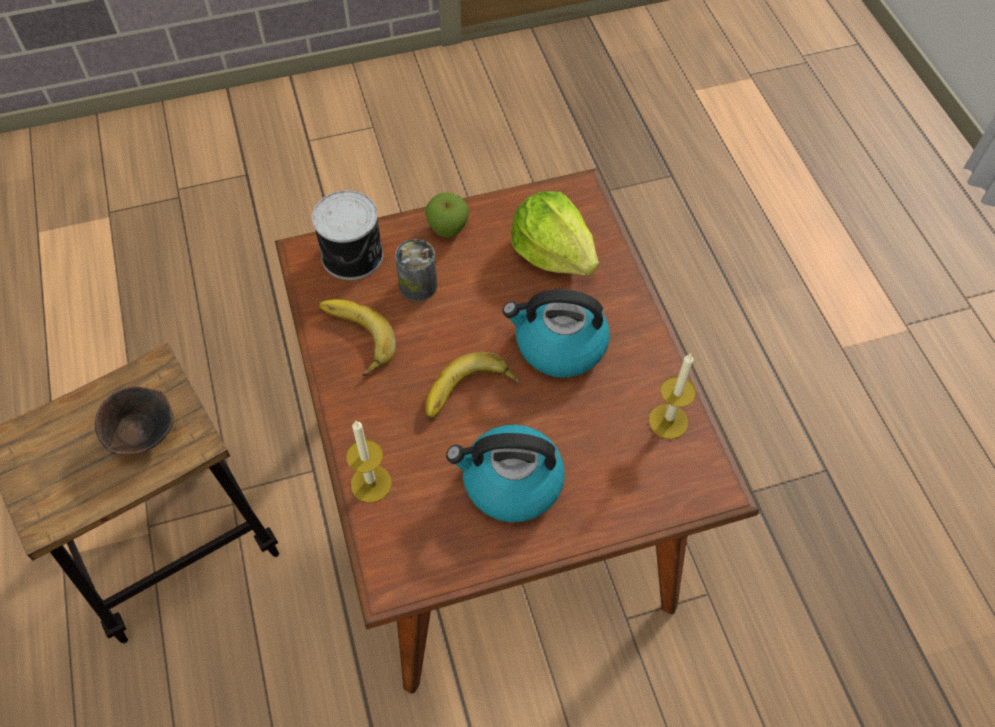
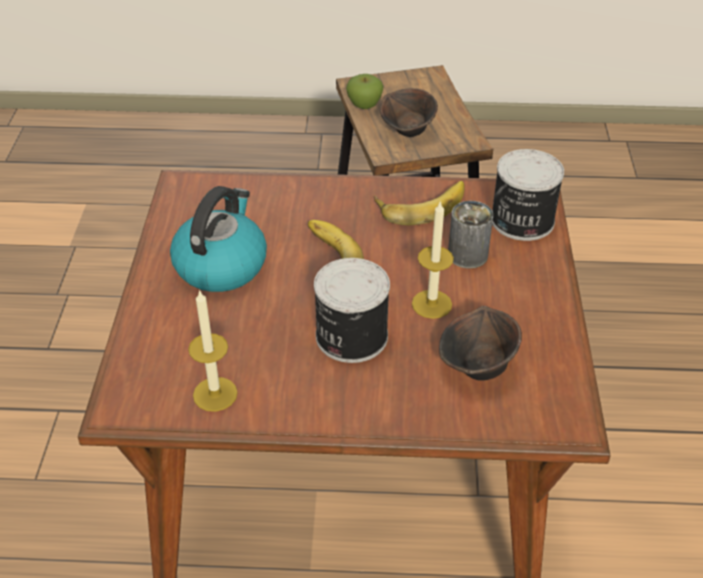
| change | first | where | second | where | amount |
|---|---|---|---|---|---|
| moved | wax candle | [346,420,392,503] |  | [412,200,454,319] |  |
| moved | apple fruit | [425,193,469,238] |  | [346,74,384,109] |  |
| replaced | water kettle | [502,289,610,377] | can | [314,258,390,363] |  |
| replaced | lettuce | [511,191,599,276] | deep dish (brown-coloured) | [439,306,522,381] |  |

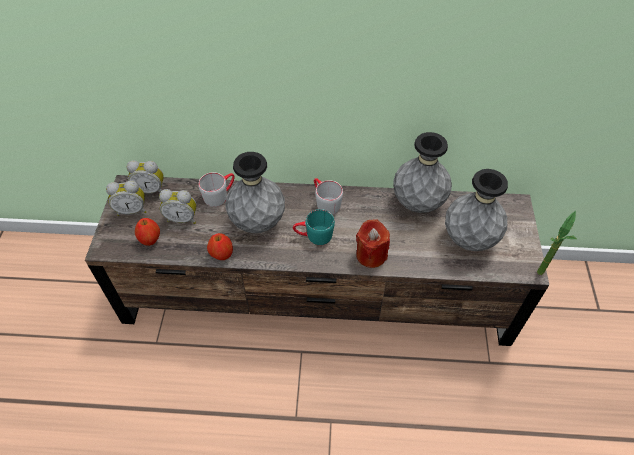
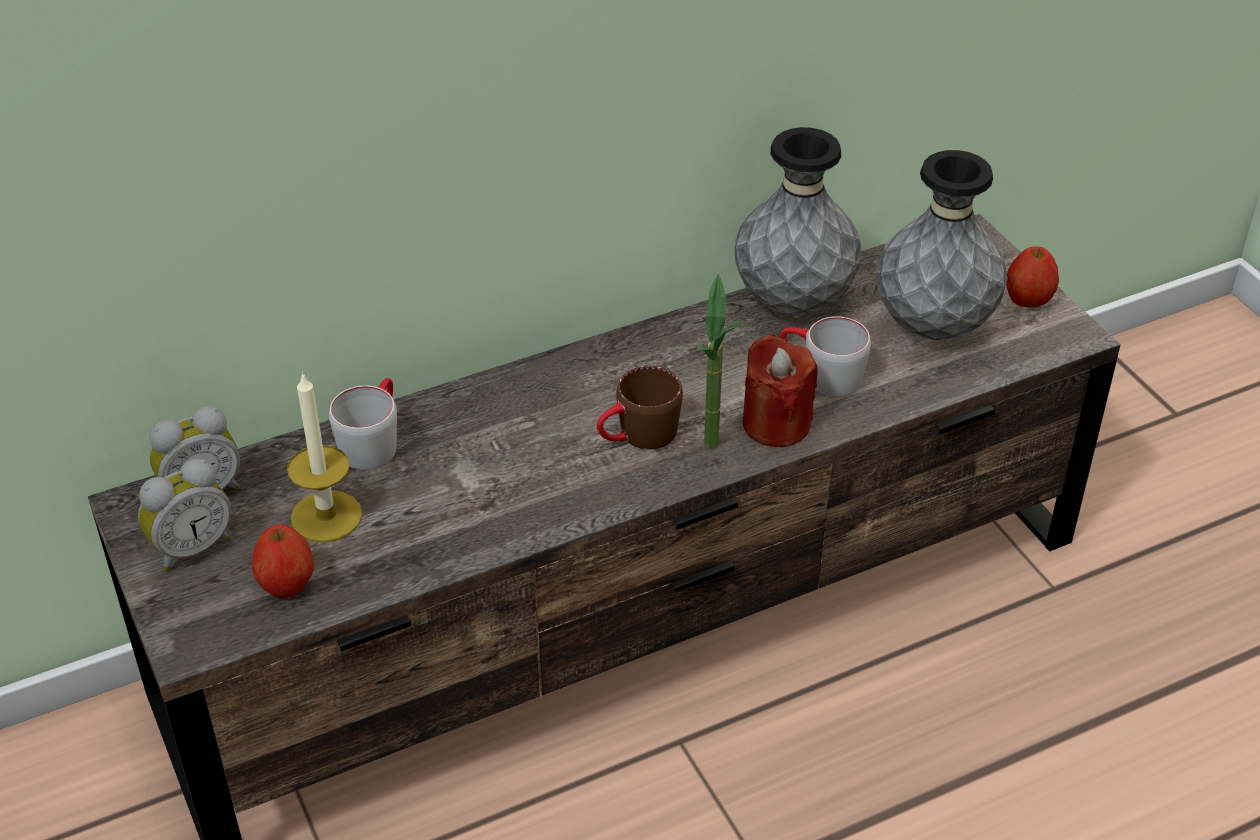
| change | first | where | second | where | amount |
|---|---|---|---|---|---|
| removed | vase (gray) | [225,152,285,233] |  |  |  |
| moved | apple fruit | [207,233,233,260] |  | [1006,246,1059,308] |  |
| moved | mug (gray) | [314,178,343,215] |  | [780,316,871,397] |  |
| moved | plant in a pot | [537,211,577,275] |  | [697,274,744,449] |  |
| replaced | alarm clock | [159,189,196,224] | wax candle | [287,372,362,543] |  |
| recoloured | mug (blue-green) | [293,209,335,245] | mug (brown-coloured) | [597,366,683,449] |  |

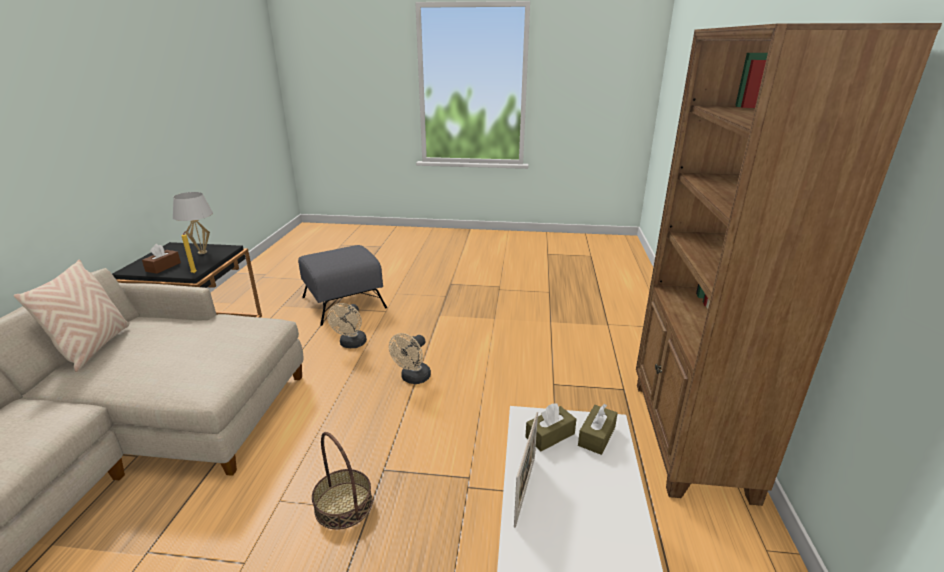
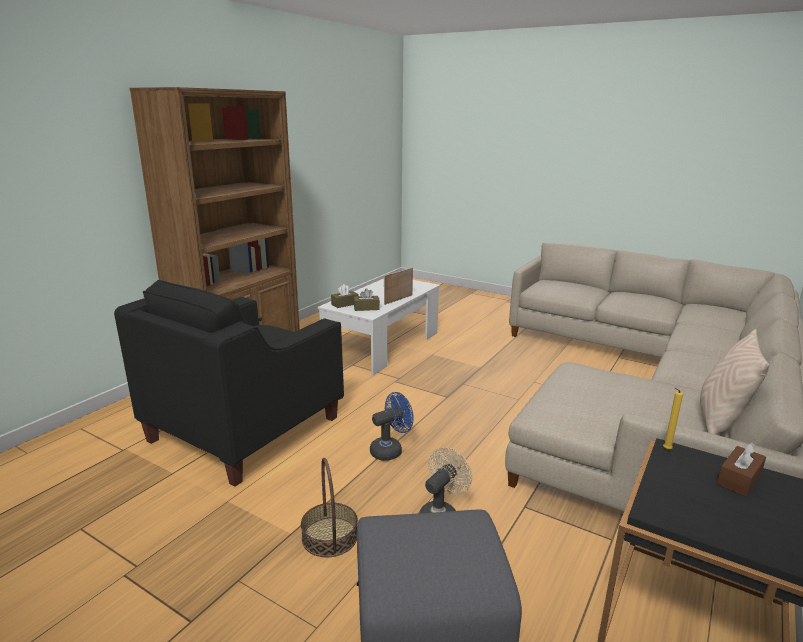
| change | first | where | second | where | amount |
|---|---|---|---|---|---|
| removed | lamp for a table (whitish) | [173,192,213,254] |  |  |  |
| added |  |  | easy chair (black) | [114,280,344,487] |  |
| moved | storage basket | [312,432,373,530] |  | [301,458,358,558] |  |
| recoloured | cooling fan (sand-coloured) | [389,333,431,384] | cooling fan (blue) | [370,392,414,461] |  |

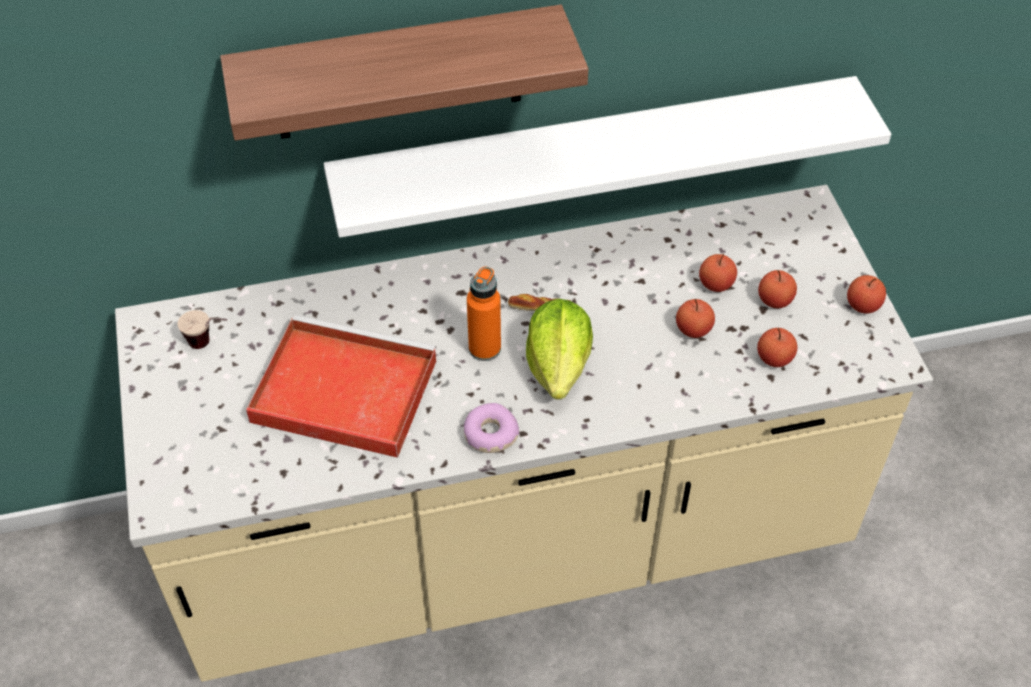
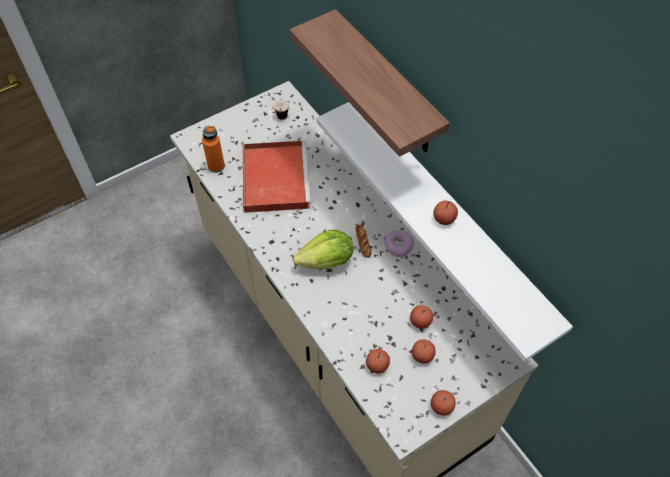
| change | first | where | second | where | amount |
|---|---|---|---|---|---|
| moved | ring doughnut | [464,403,519,453] |  | [384,230,414,257] |  |
| moved | bottle (orangey) | [467,267,501,361] |  | [202,126,225,173] |  |
| moved | apple fruit | [676,299,715,338] |  | [433,201,458,225] |  |

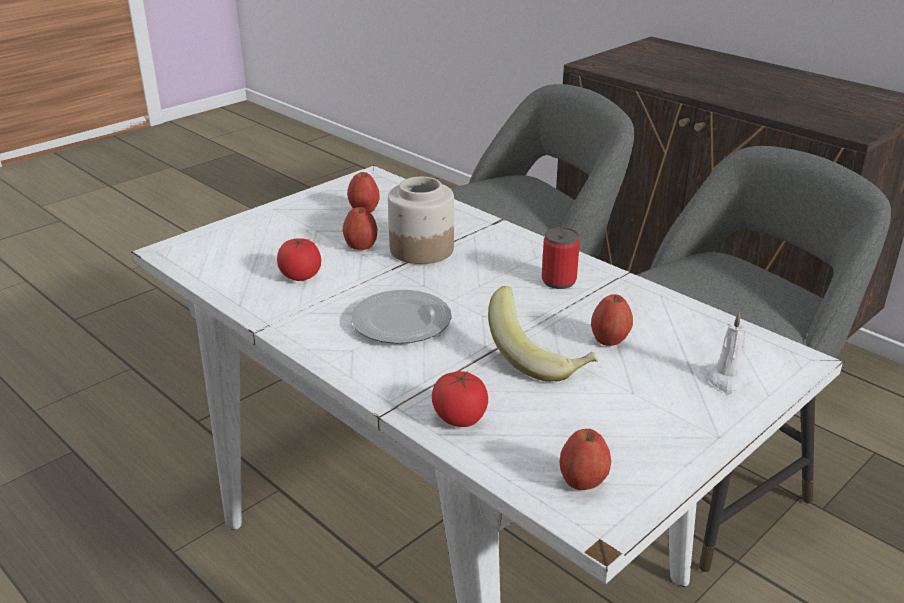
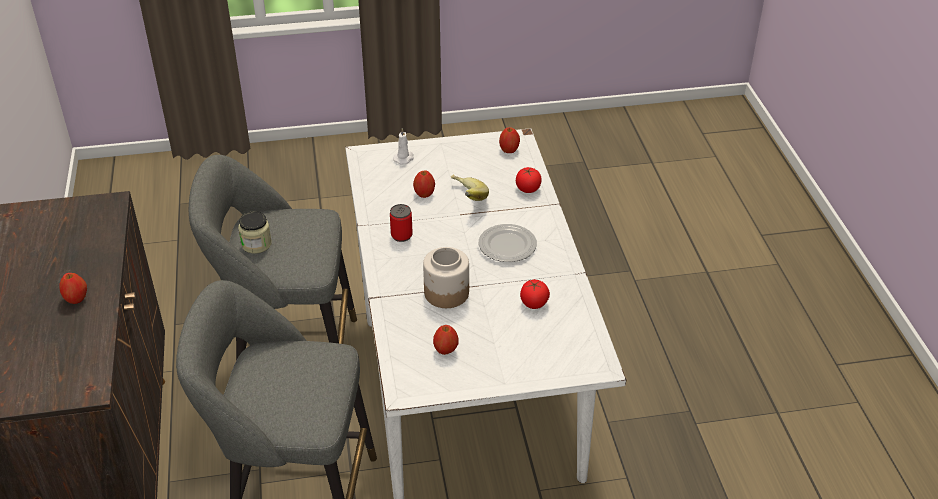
| change | first | where | second | where | amount |
|---|---|---|---|---|---|
| added |  |  | preserve jar | [238,211,272,254] |  |
| moved | apple fruit | [343,207,377,250] |  | [59,273,87,304] |  |

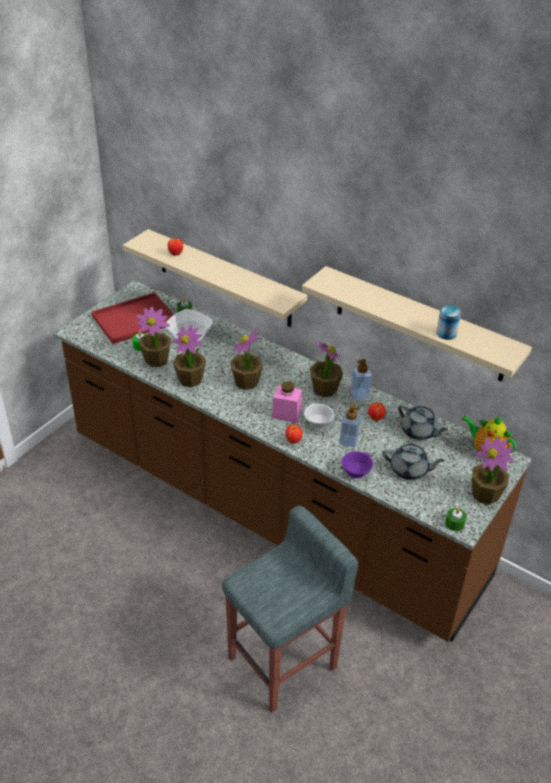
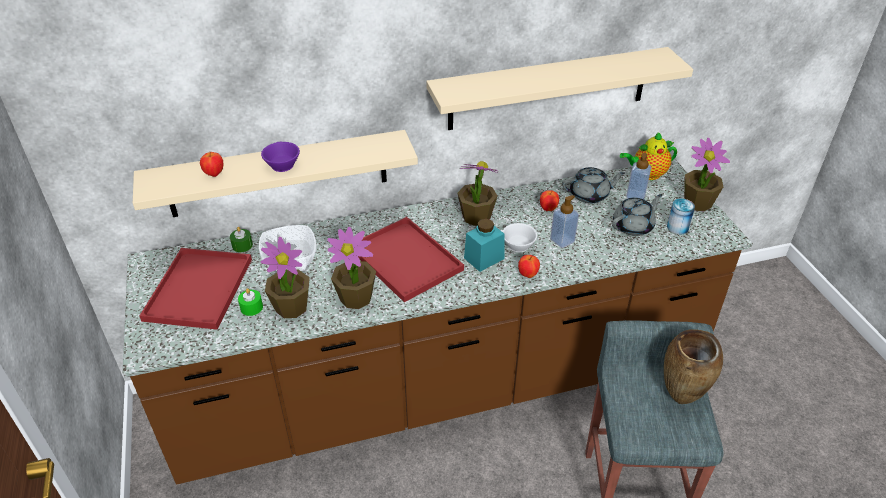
| change | first | where | second | where | amount |
|---|---|---|---|---|---|
| removed | wax candle (green) | [445,508,467,531] |  |  |  |
| added |  |  | vase (brown-coloured) | [664,329,723,404] |  |
| moved | small cup (purplish) | [341,451,373,479] |  | [261,141,300,172] |  |
| moved | soap dispenser | [351,359,372,400] |  | [626,153,651,199] |  |
| moved | can | [436,305,461,340] |  | [667,199,695,234] |  |
| replaced | plant in a pot | [230,330,263,390] | serving tray (red) | [358,217,464,302] |  |
| recoloured | preserve jar (pink) | [272,382,302,423] | preserve jar (blue-green) | [464,219,505,272] |  |

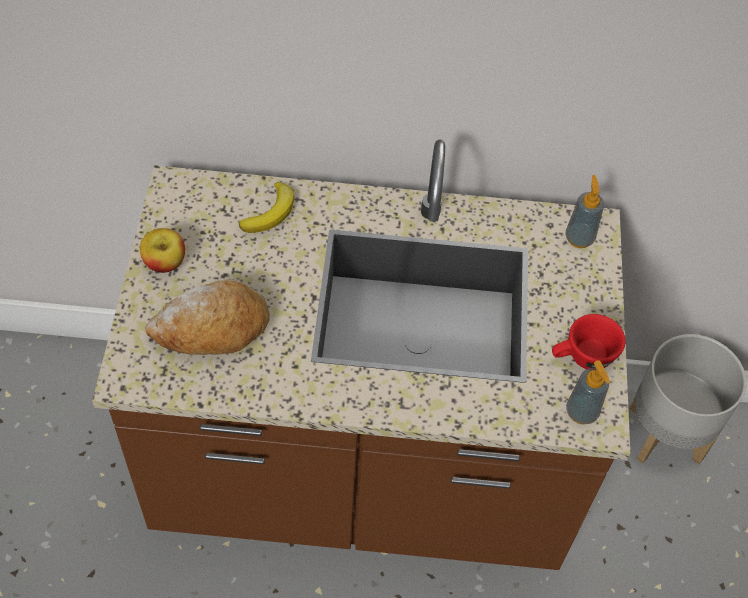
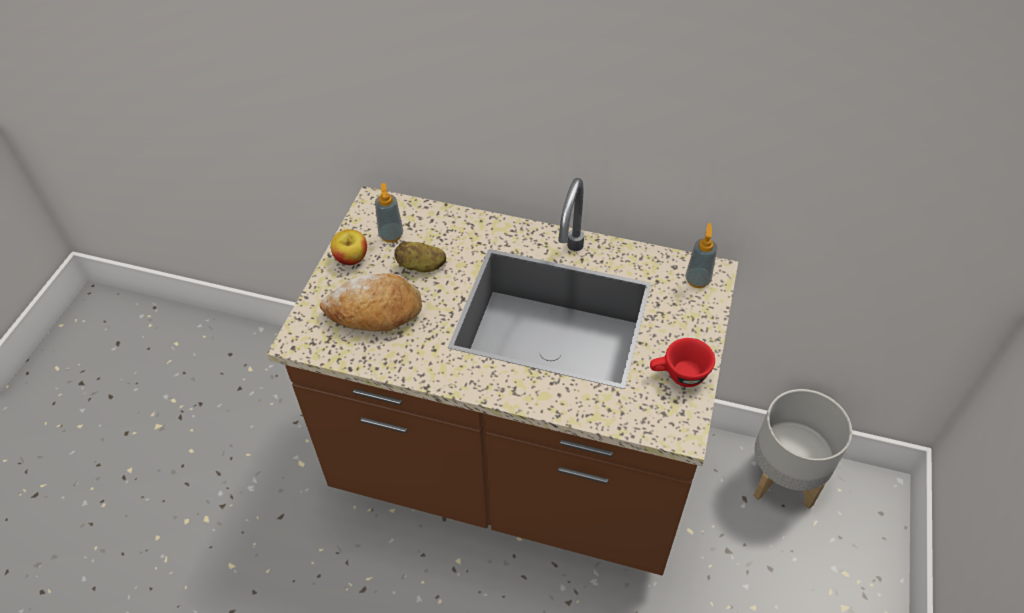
| change | first | where | second | where | amount |
|---|---|---|---|---|---|
| removed | banana fruit | [239,182,294,233] |  |  |  |
| added |  |  | whole potato | [394,242,446,273] |  |
| moved | soap dispenser | [566,360,610,424] |  | [375,183,403,243] |  |

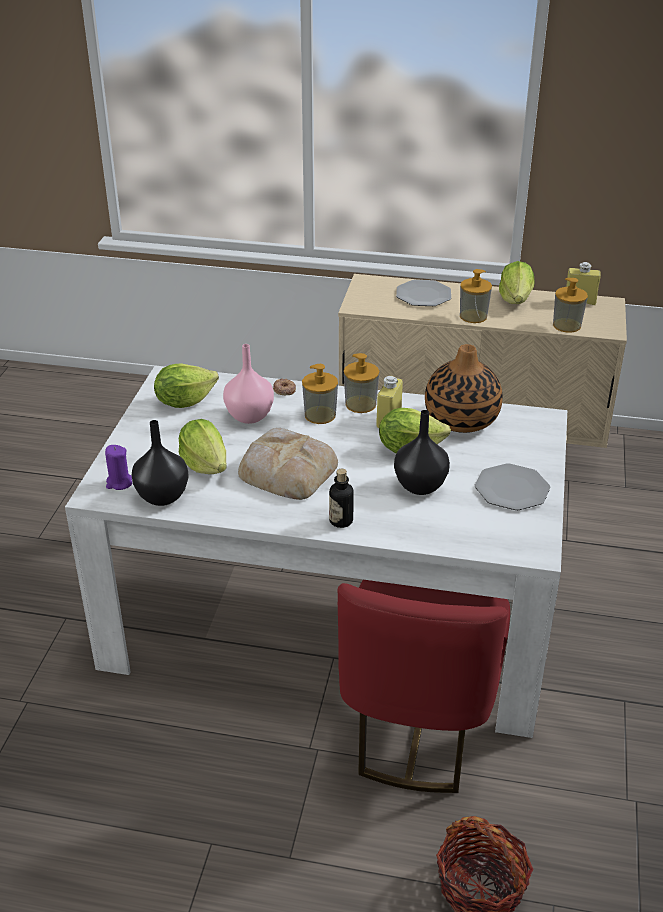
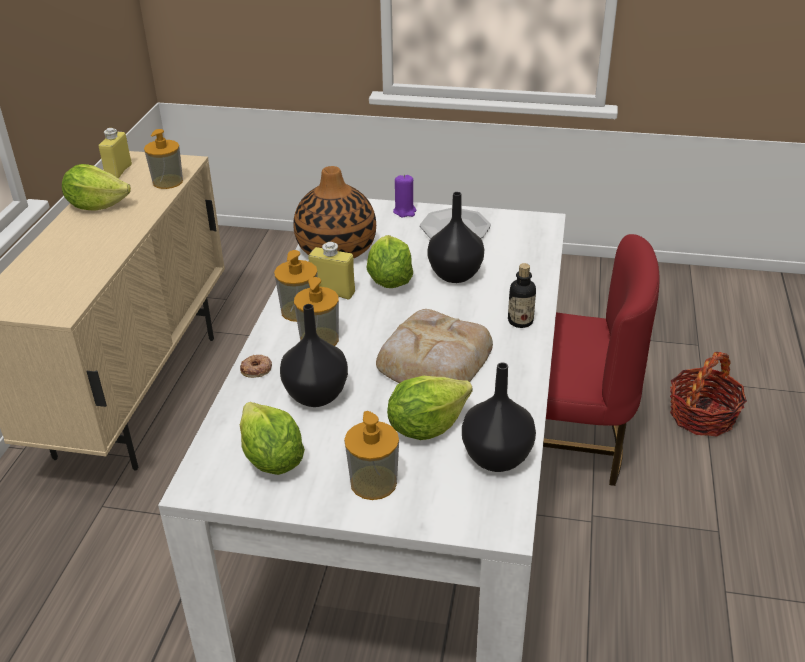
| change | first | where | second | where | amount |
|---|---|---|---|---|---|
| removed | dinner plate | [396,280,451,306] |  |  |  |
| moved | wax candle (purplish) | [105,445,132,490] |  | [393,174,416,217] |  |
| moved | soap dispenser | [460,269,492,323] |  | [344,411,399,500] |  |
| recoloured | vase (pink) | [223,344,274,424] | vase (black) | [280,304,348,407] |  |

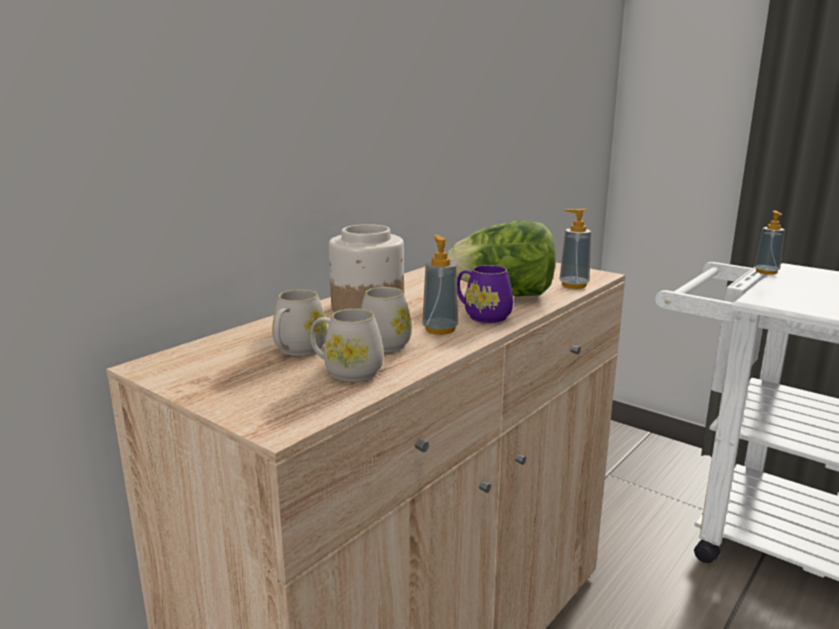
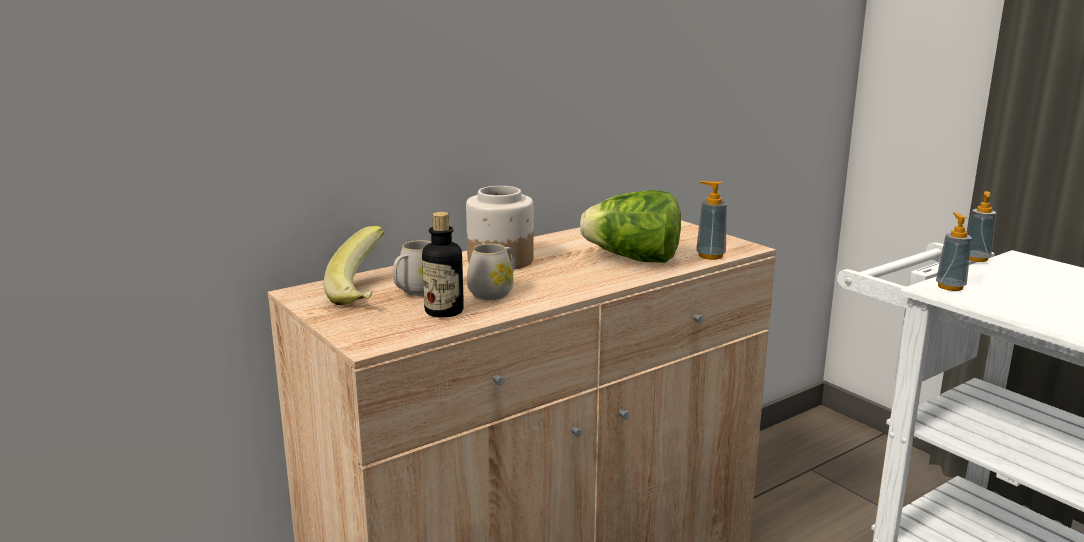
| change | first | where | second | where | amount |
|---|---|---|---|---|---|
| removed | mug (purplish) | [457,265,513,323] |  |  |  |
| added |  |  | banana fruit | [323,226,384,305] |  |
| moved | soap dispenser | [422,235,458,335] |  | [936,213,972,291] |  |
| replaced | mug (whitish) | [310,308,384,382] | bottle | [422,212,464,318] |  |

